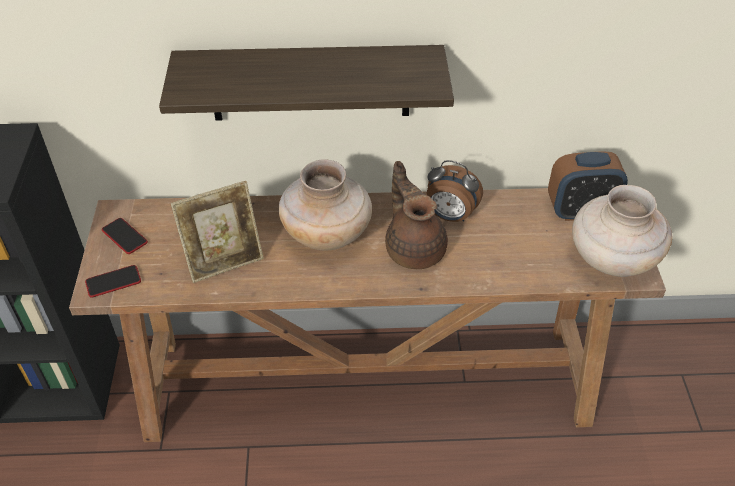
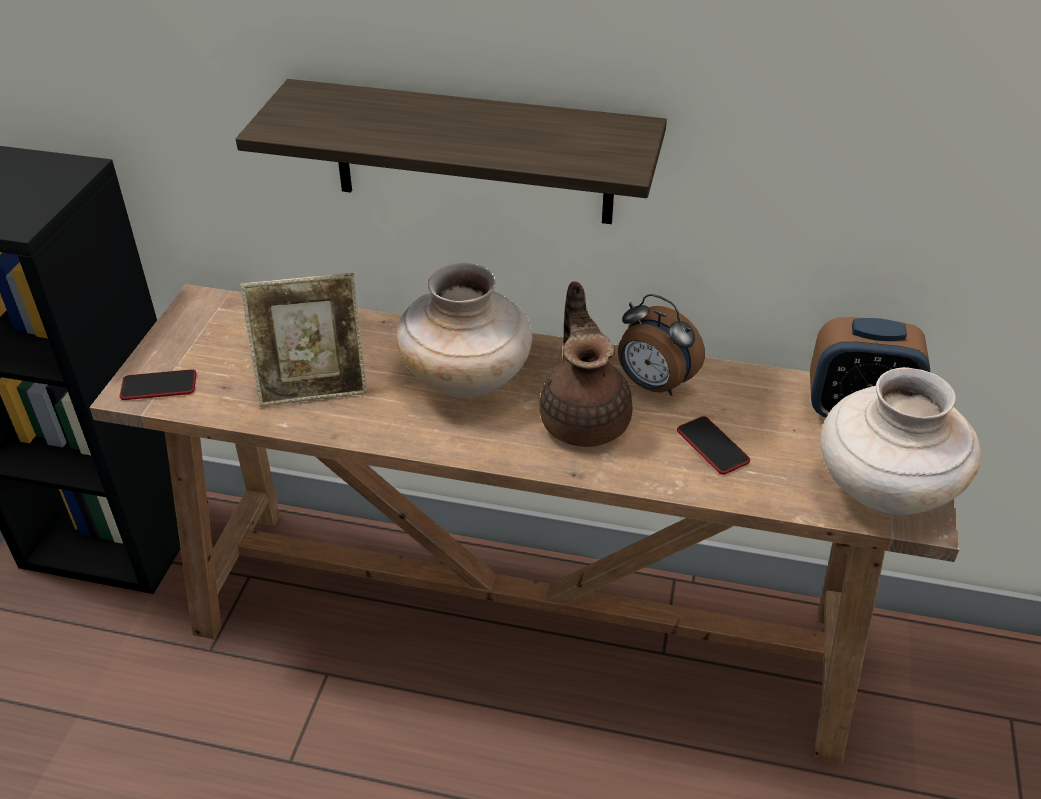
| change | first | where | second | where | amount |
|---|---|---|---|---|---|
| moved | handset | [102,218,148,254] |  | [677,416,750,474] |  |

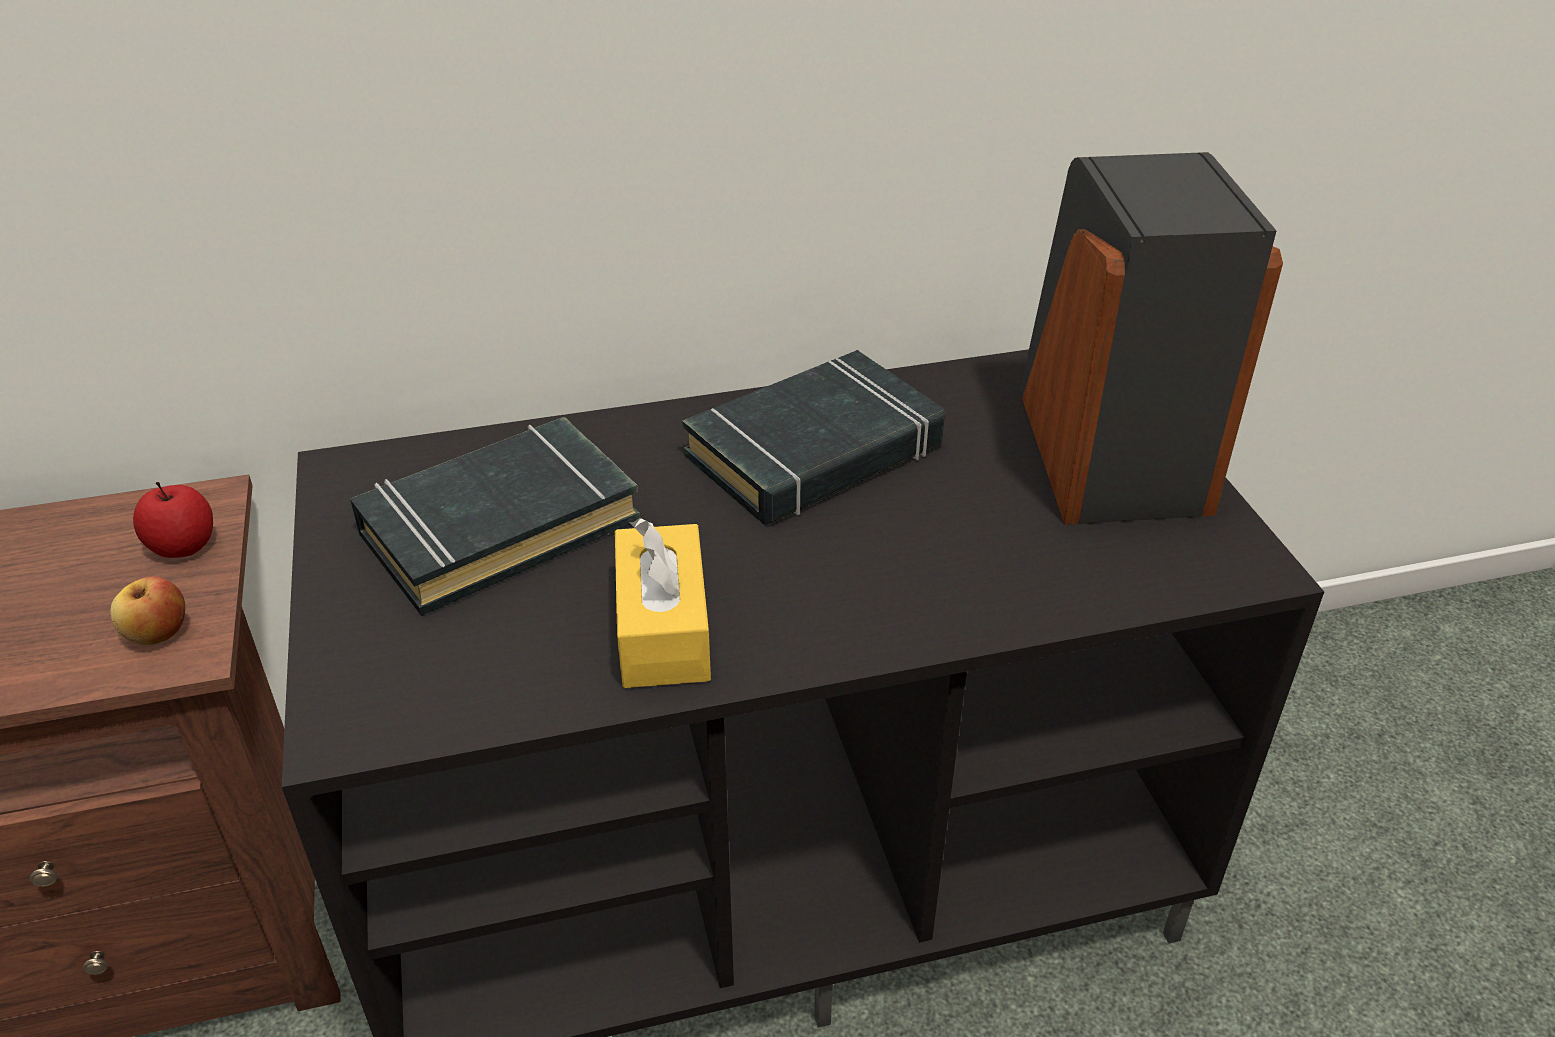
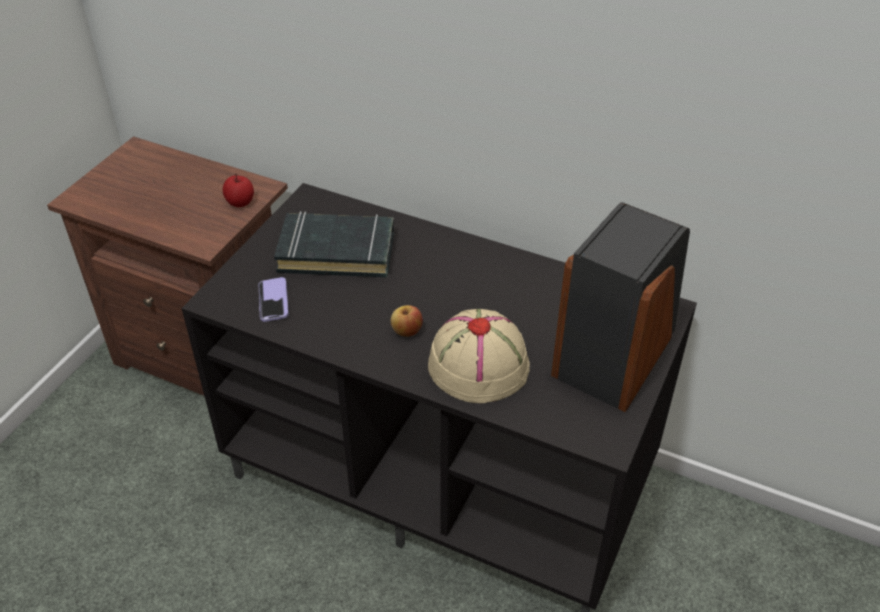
| change | first | where | second | where | amount |
|---|---|---|---|---|---|
| removed | tissue holder (yellowish) | [615,518,711,688] |  |  |  |
| removed | bound book (black) | [682,350,945,525] |  |  |  |
| added |  |  | handset | [259,277,289,322] |  |
| added |  |  | hat (sand-coloured) | [428,309,530,403] |  |
| moved | apple fruit | [110,576,185,645] |  | [391,305,423,337] |  |

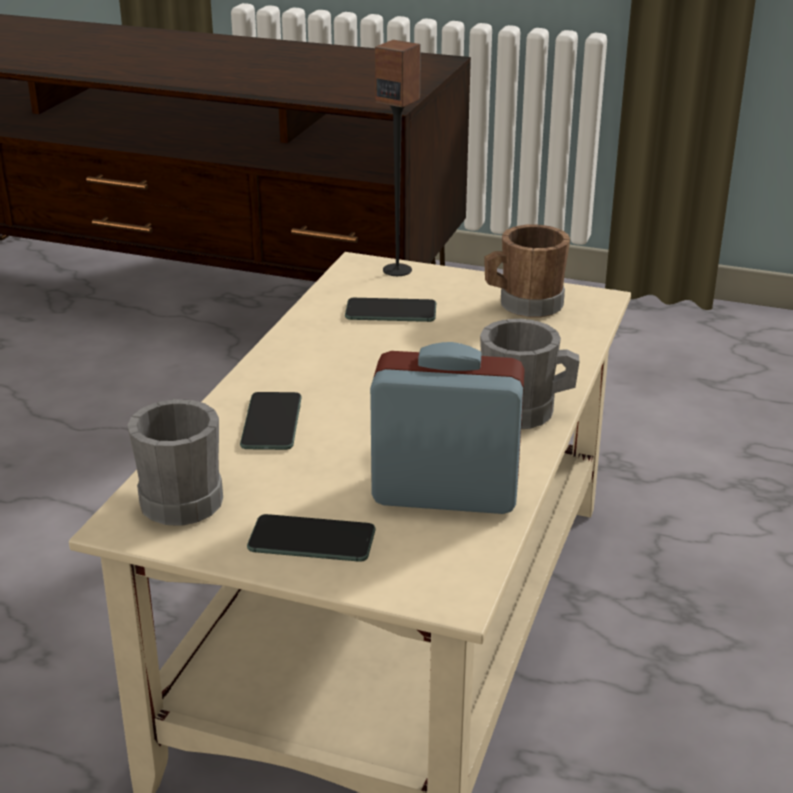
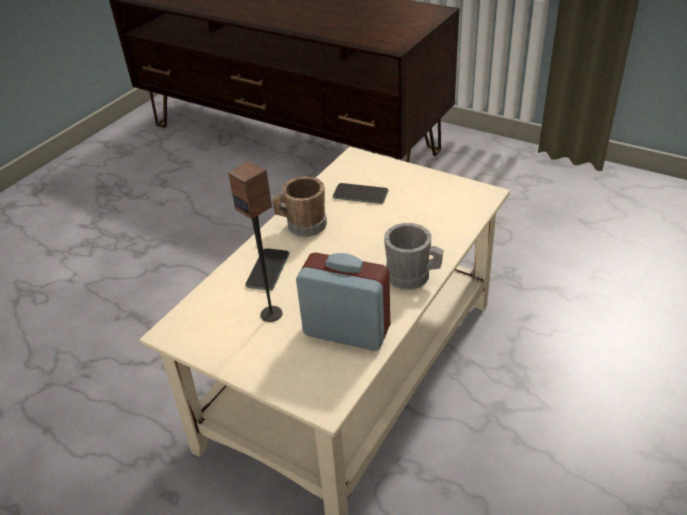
| change | first | where | second | where | amount |
|---|---|---|---|---|---|
| removed | mug (gray) | [127,399,223,526] |  |  |  |
| removed | handset | [247,514,376,562] |  |  |  |
| moved | audio speaker | [375,40,421,276] |  | [228,161,283,322] |  |
| moved | mug (brown-coloured) | [484,225,570,317] |  | [272,176,327,237] |  |

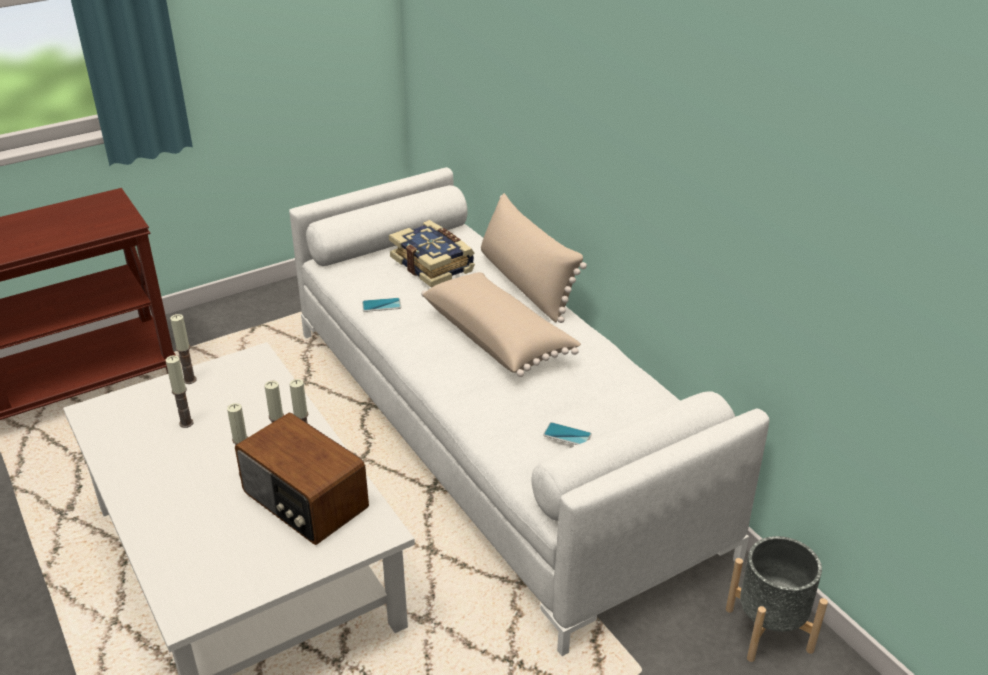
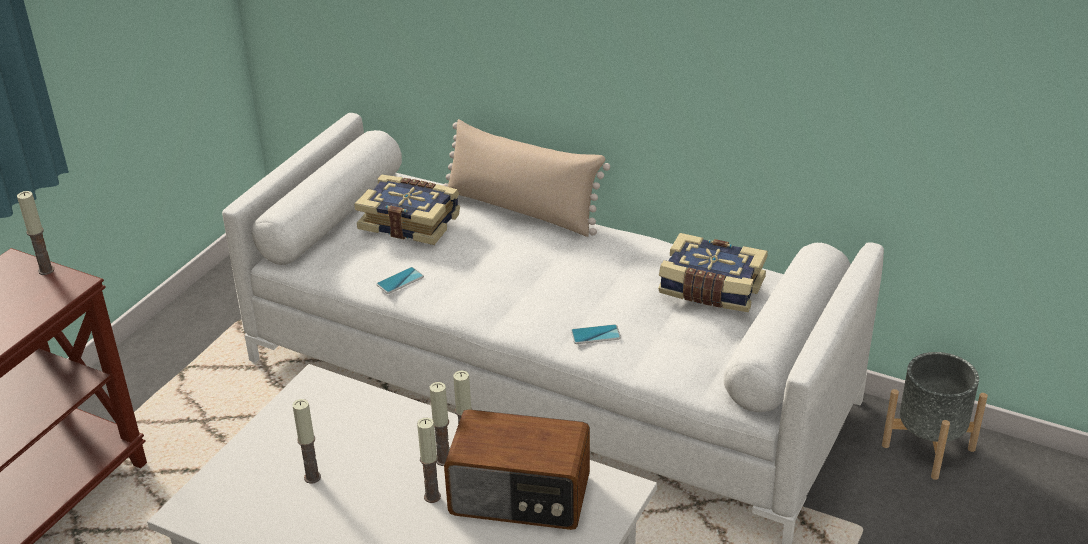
| change | first | where | second | where | amount |
|---|---|---|---|---|---|
| removed | cushion (sand-coloured) | [421,272,581,377] |  |  |  |
| added |  |  | bound book | [658,233,768,312] |  |
| moved | wax candle | [170,314,197,384] |  | [17,191,54,275] |  |
| moved | handset | [543,422,592,445] |  | [571,324,621,344] |  |

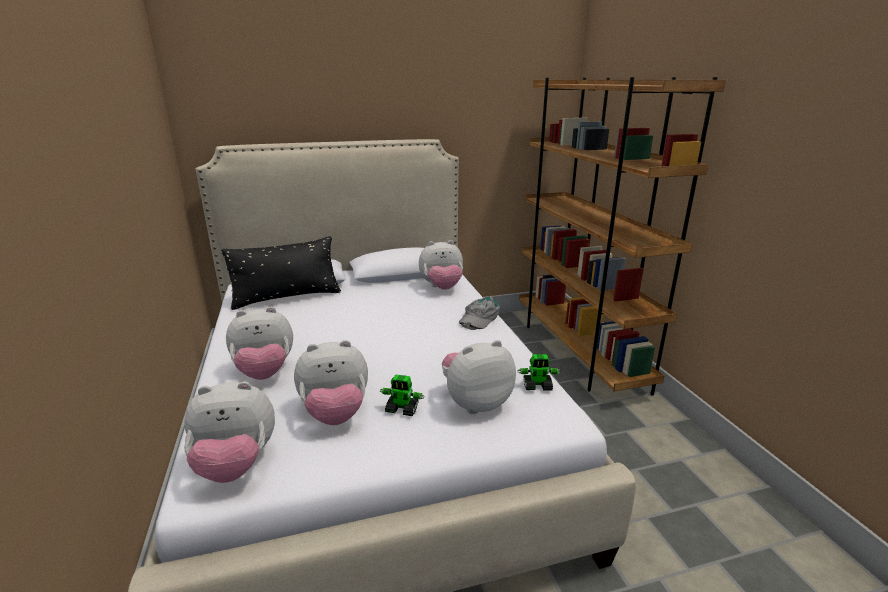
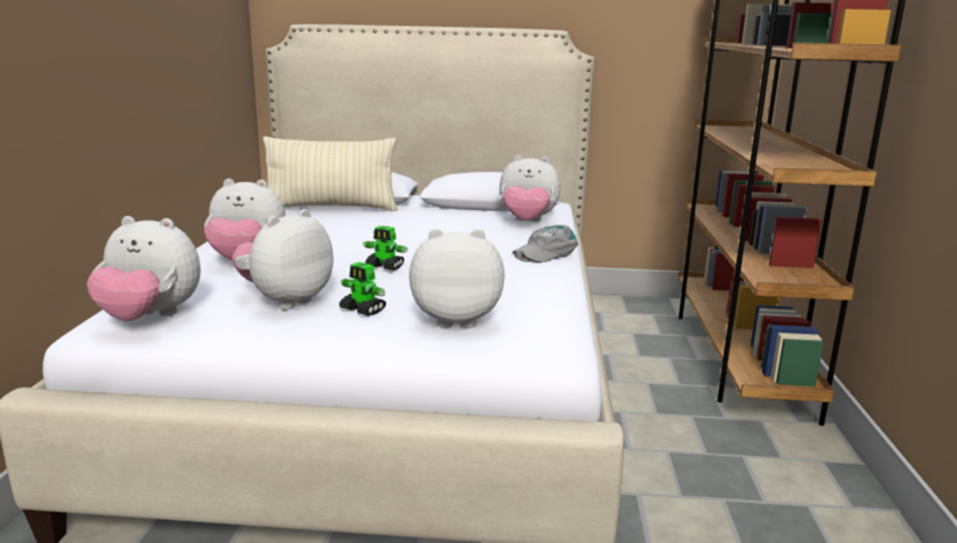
| change | first | where | second | where | amount |
|---|---|---|---|---|---|
| moved | toy robot | [517,354,561,391] |  | [363,226,408,270] |  |
| recoloured | cushion (black) | [221,236,341,310] | cushion (sand-coloured) | [263,136,398,211] |  |
| turned | cuddly toy | [294,340,368,425] |  | [232,209,333,310] | 120 degrees clockwise |

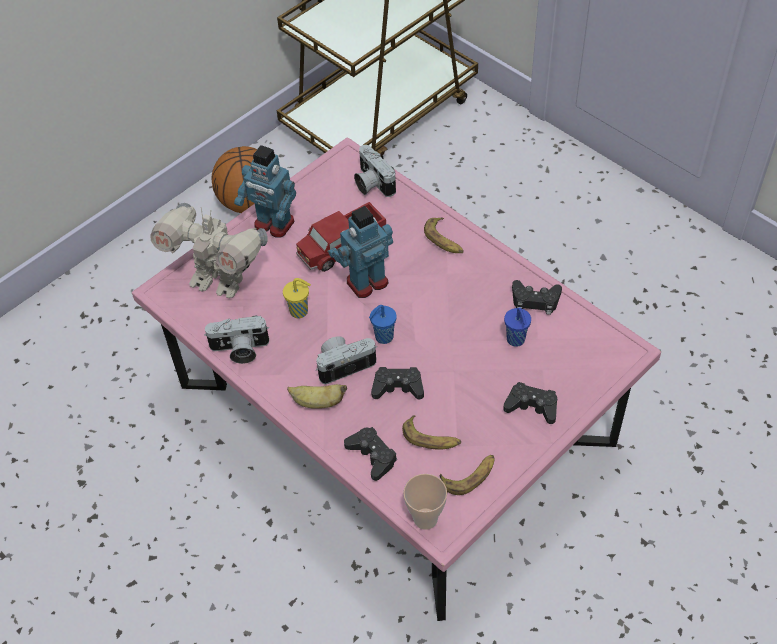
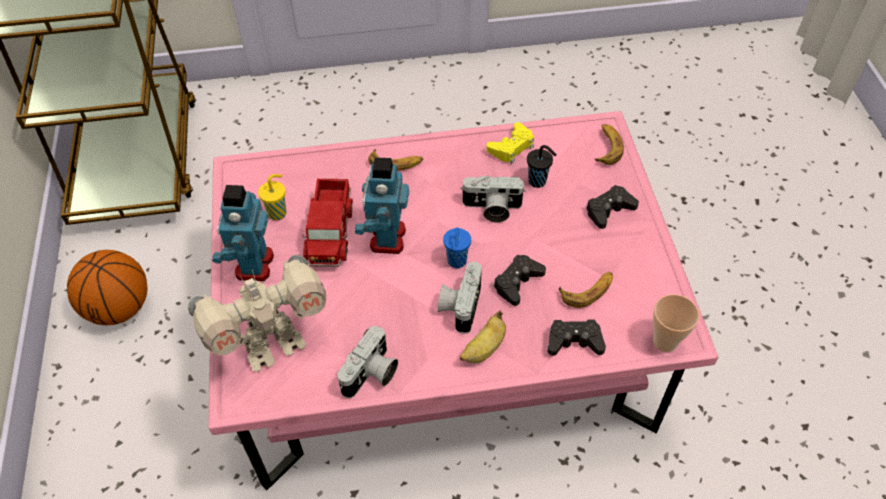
| change | first | where | second | where | amount |
|---|---|---|---|---|---|
| moved | small cup (yellowish) | [283,278,311,318] |  | [258,174,287,220] |  |
| moved | still camera | [354,145,396,197] |  | [460,176,526,223] |  |
| moved | banana fruit | [440,455,494,495] |  | [595,124,624,165] |  |
| recoloured | small cup (blue) | [504,307,531,347] | small cup (black) | [527,145,557,188] |  |
| recoloured | gamepad (black) | [512,280,562,315] | gamepad (yellowish) | [486,122,534,164] |  |
| turned | toy robot | [234,145,296,238] |  | [212,185,274,281] | 120 degrees clockwise |

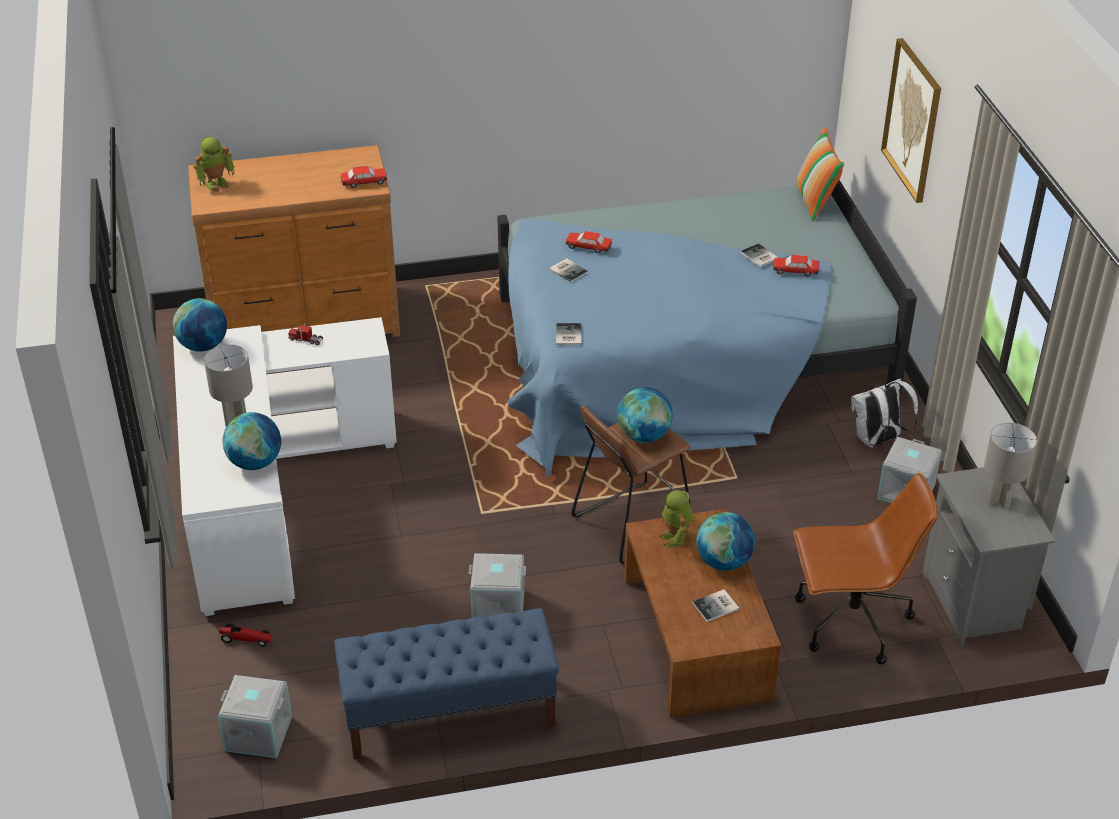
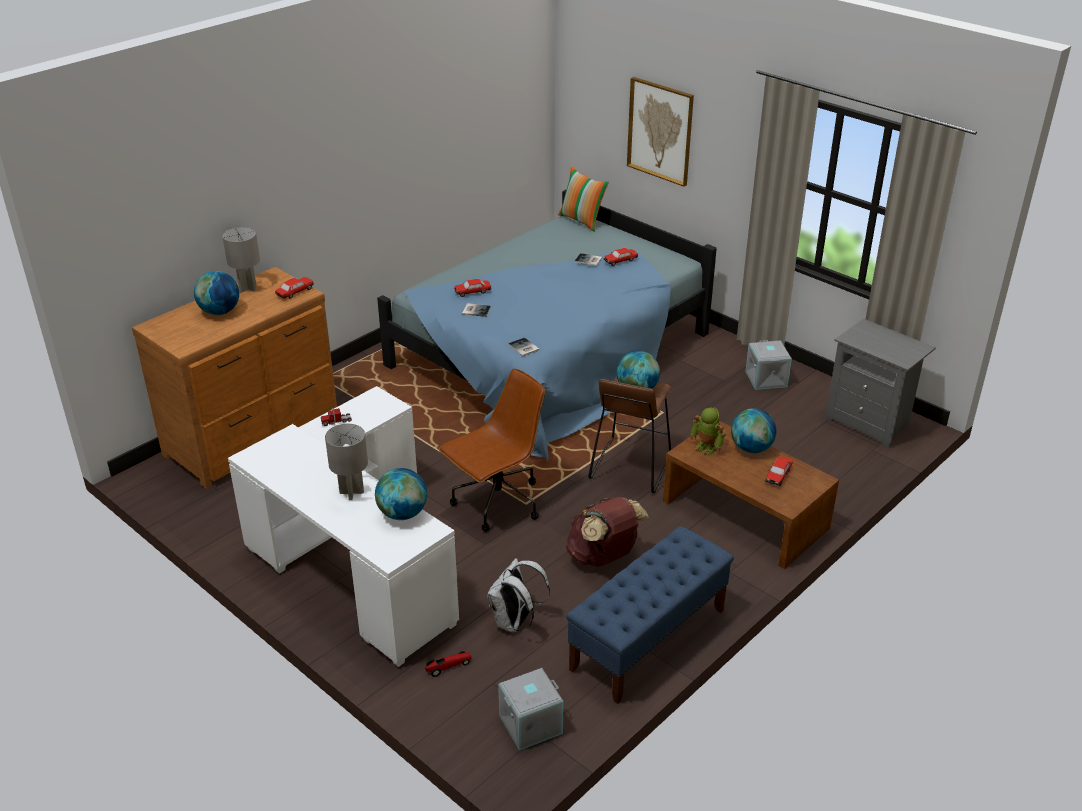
| change | first | where | second | where | amount |
|---|---|---|---|---|---|
| removed | toy robot | [193,137,235,192] |  |  |  |
| moved | globe | [173,298,227,352] |  | [194,271,239,315] |  |
| moved | computer chair (brown-coloured) | [794,472,938,664] |  | [439,368,545,532] |  |
| moved | knapsack (whitish) | [851,379,918,447] |  | [487,558,550,632] |  |
| moved | lamp for a table (gray) | [984,423,1037,509] |  | [222,227,260,293] |  |
| replaced | storage box (gray) | [469,553,526,618] | knapsack (brown-coloured) | [566,497,649,567] |  |
| replaced | bound book | [692,589,739,622] | toy car | [765,456,793,486] |  |

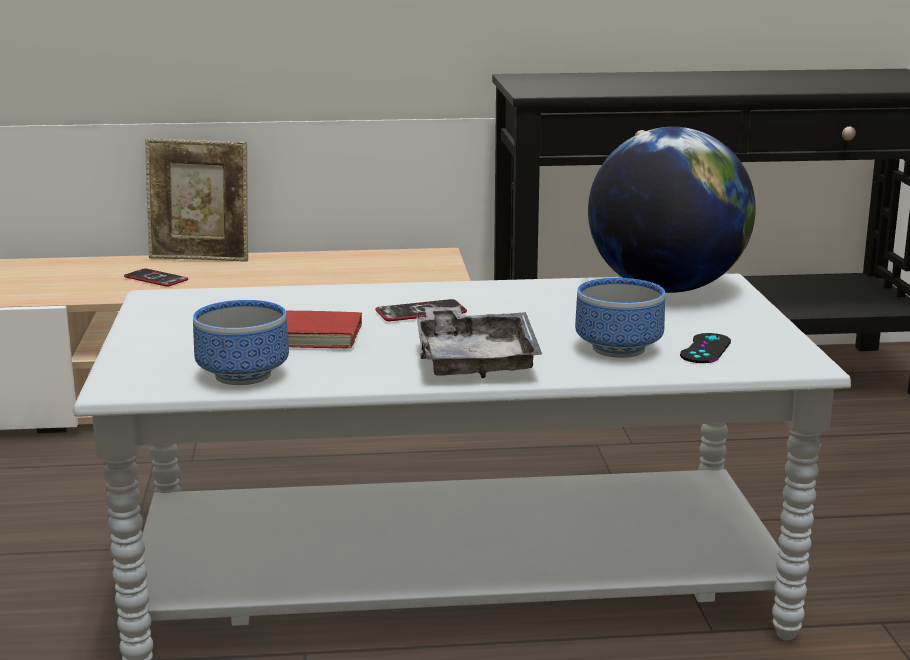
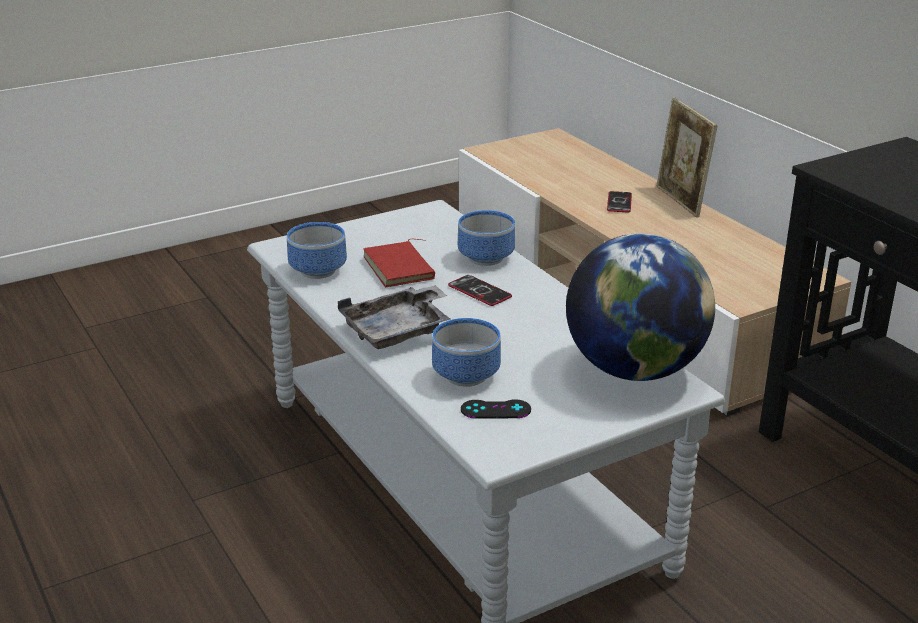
| change | first | where | second | where | amount |
|---|---|---|---|---|---|
| added |  |  | deep dish | [458,210,515,266] |  |

